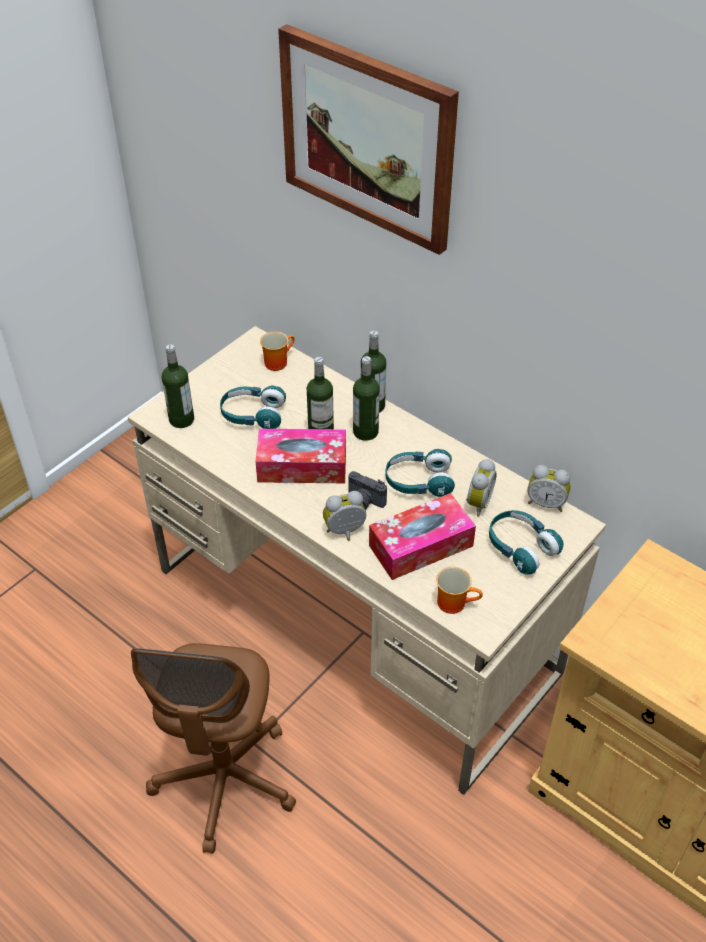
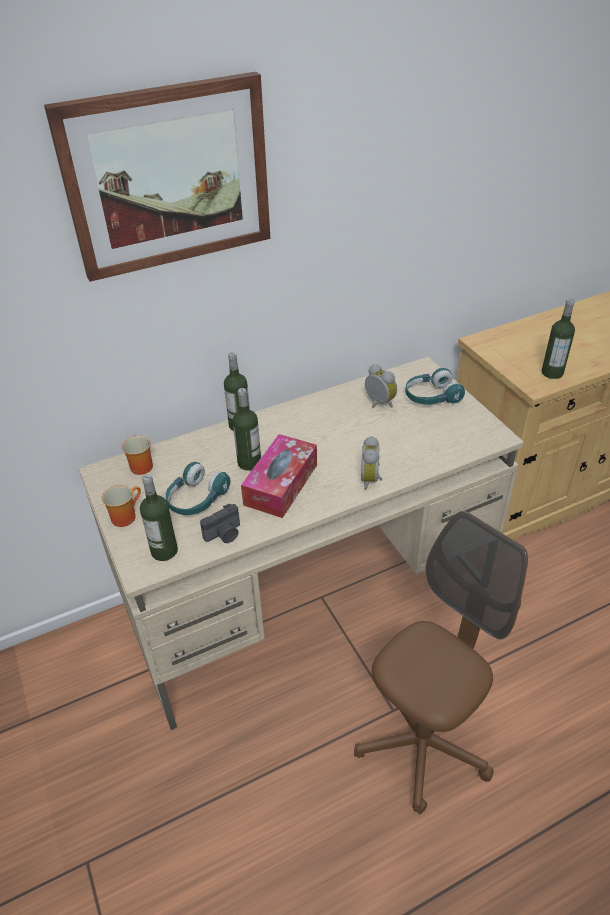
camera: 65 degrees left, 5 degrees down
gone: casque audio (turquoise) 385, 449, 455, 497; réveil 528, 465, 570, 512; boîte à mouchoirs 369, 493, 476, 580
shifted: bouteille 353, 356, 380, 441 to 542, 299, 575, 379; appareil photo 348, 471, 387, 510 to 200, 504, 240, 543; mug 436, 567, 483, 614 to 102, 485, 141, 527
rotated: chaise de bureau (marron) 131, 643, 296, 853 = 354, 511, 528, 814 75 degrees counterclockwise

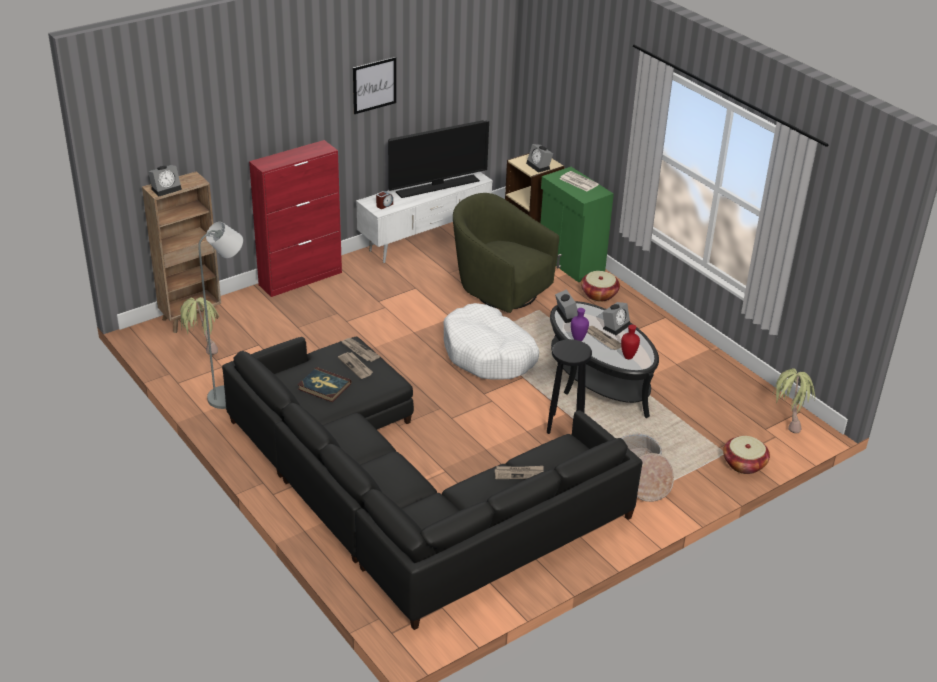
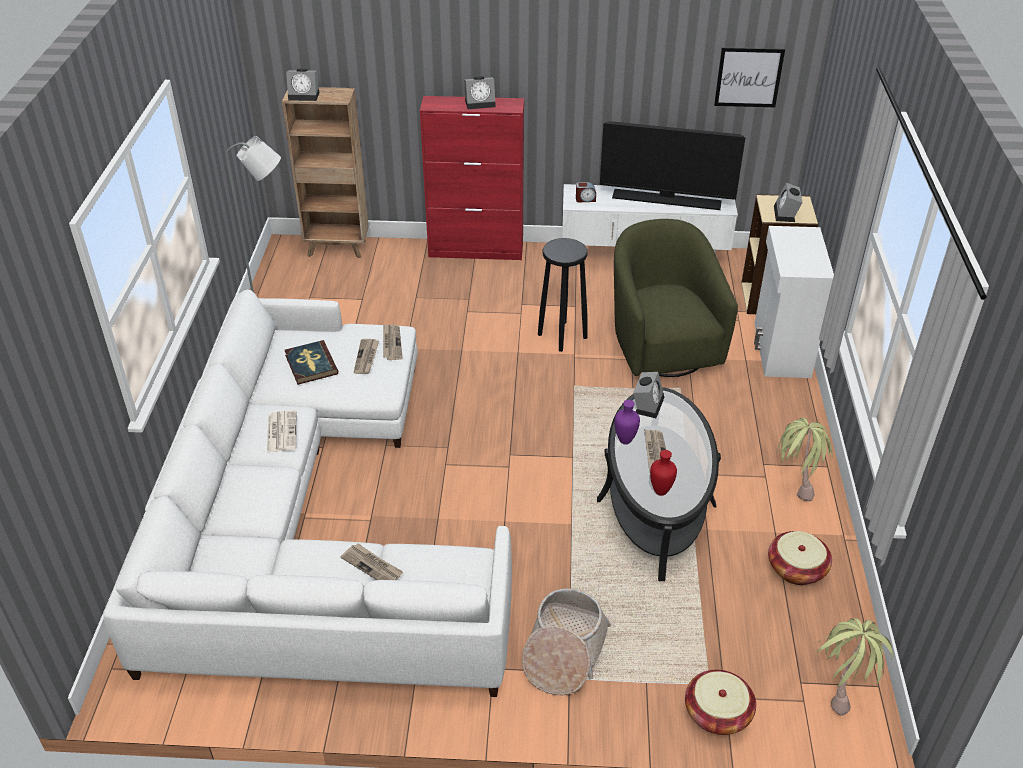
camera: 40 degrees right, 5 degrees up
gone: panier pour chien (blanc) 444, 303, 539, 380
shifted: tableau 353, 57, 396, 114 to 714, 47, 785, 107; journal 560, 171, 599, 191 to 267, 410, 297, 452; panier 581, 271, 620, 301 to 768, 531, 832, 585; plante en pot 180, 297, 219, 355 to 776, 418, 833, 501; réveil 602, 302, 630, 335 to 464, 76, 496, 109; tabouret (noir) 547, 339, 592, 434 to 538, 238, 588, 352
repainted: meuble de rangement (vert) 541, 167, 614, 282 to meuble de rangement (blanc) 754, 226, 834, 378; canapé (noir) 222, 337, 643, 630 to canapé (blanc) 103, 290, 512, 697

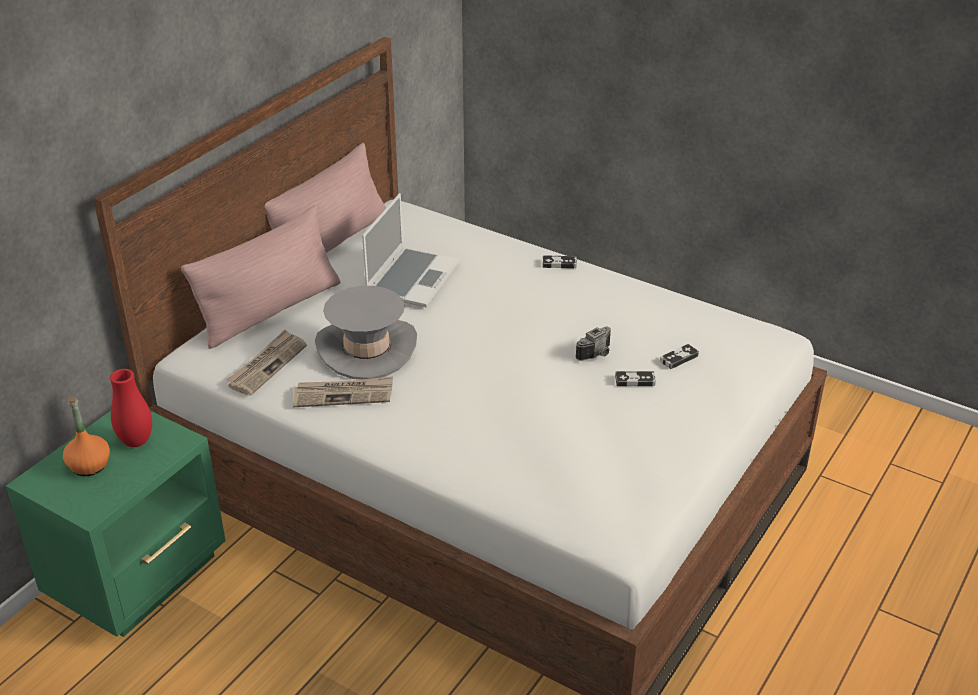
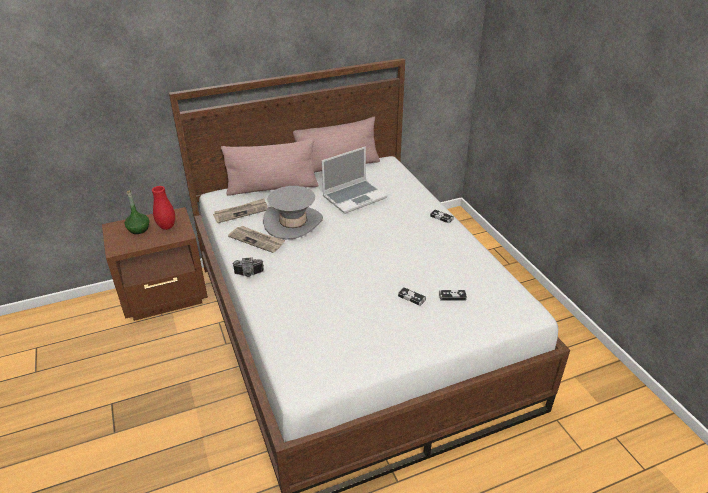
camera: 35 degrees right, 0 degrees up
shifted: appareil photo 576, 327, 611, 361 to 232, 257, 264, 277
repainted: bouteille (orange) 63, 397, 110, 476 to bouteille (vert) 125, 190, 149, 234; table de chevet (vert) 6, 411, 226, 637 to table de chevet (marron) 102, 207, 208, 321

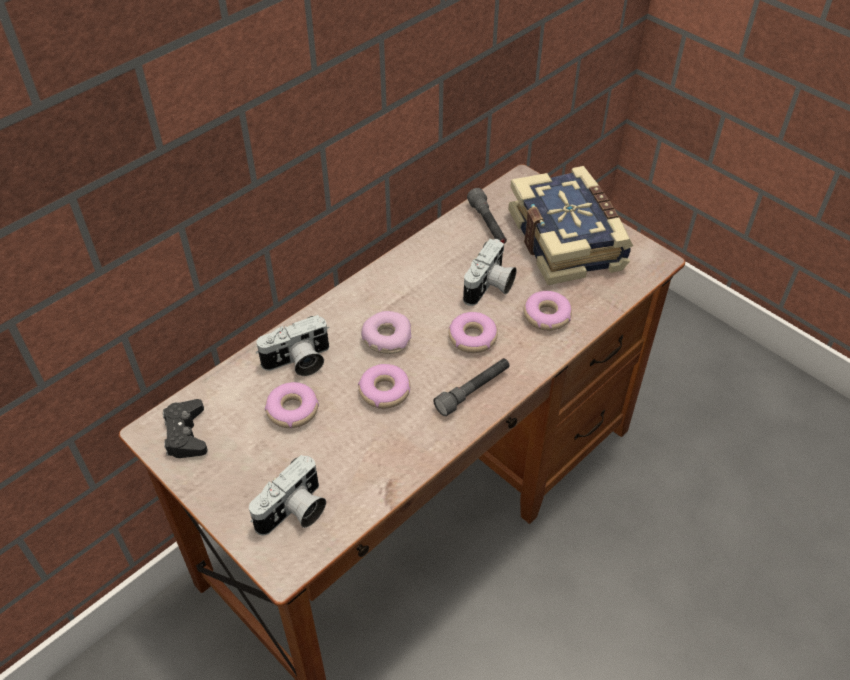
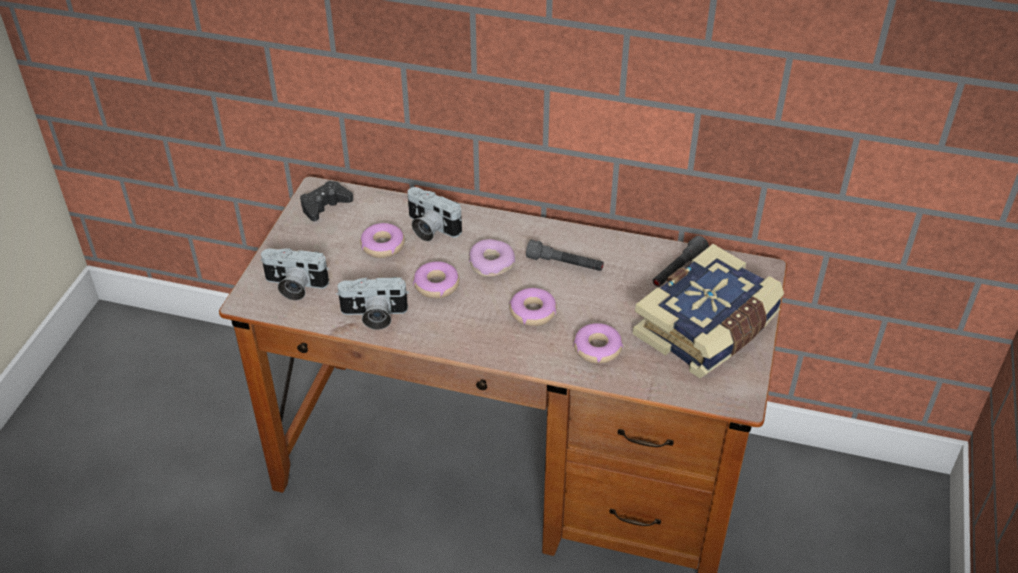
camera: 60 degrees right, 5 degrees down
shifted: appareil photo 463, 239, 516, 306 to 336, 277, 409, 330; lampe de poche (gris) 433, 358, 510, 416 to 526, 240, 604, 271

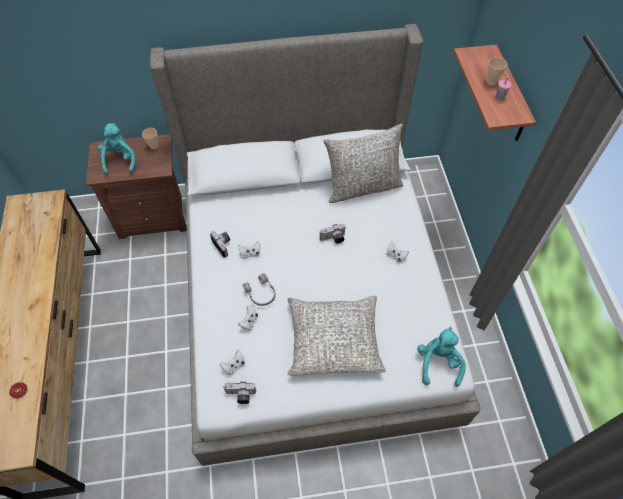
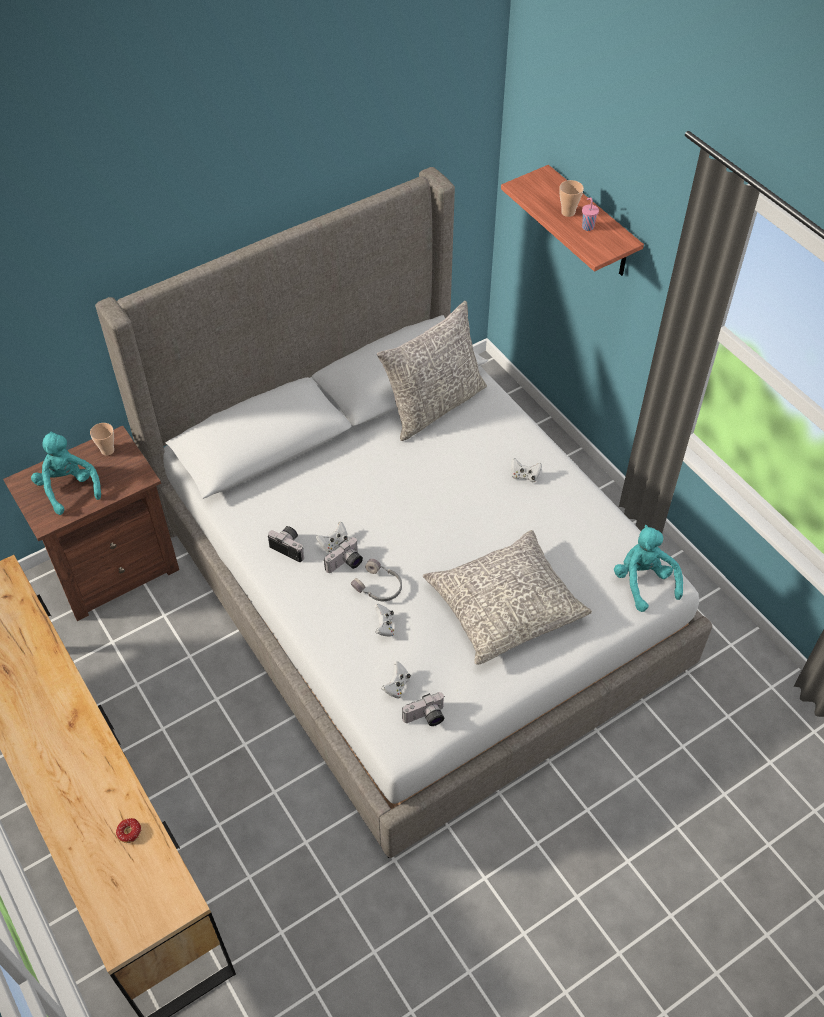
camera: 25 degrees left, 5 degrees down
shifted: appareil photo 320, 224, 346, 244 to 324, 537, 363, 573

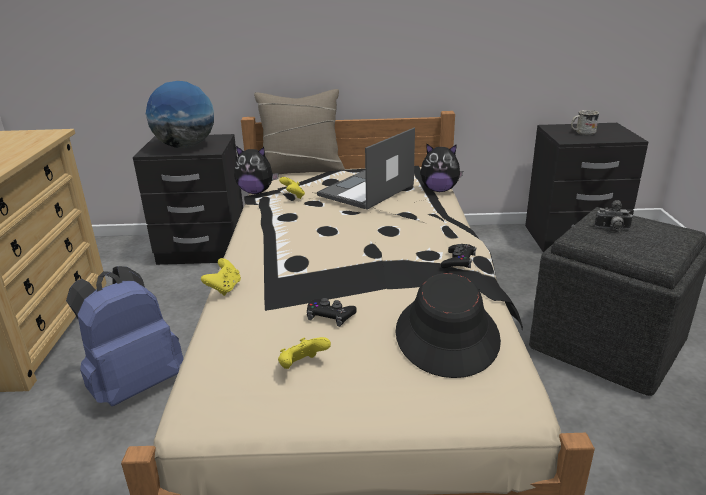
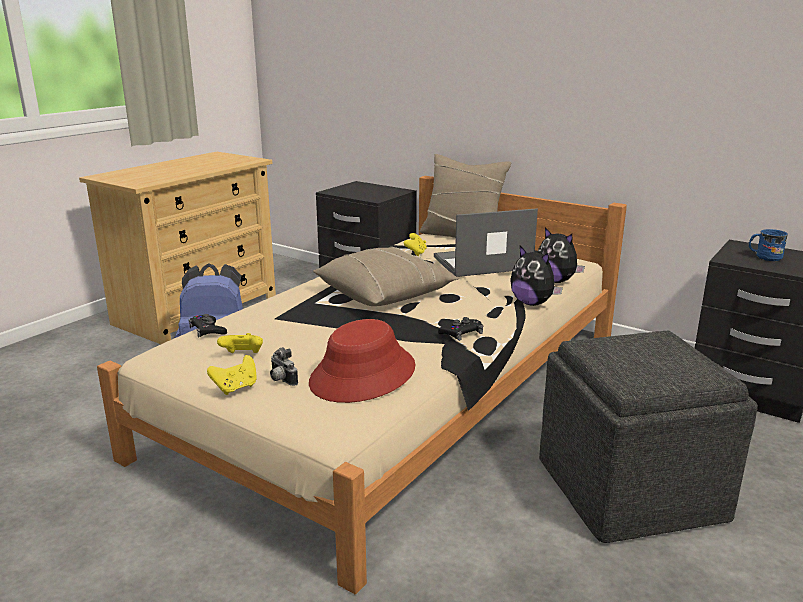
camera: 35 degrees right, 5 degrees down
gone: globe 146, 81, 214, 148
new: coussin (beige) 313, 247, 459, 306
shifted: peluche 234, 146, 279, 194 to 510, 246, 563, 306; appareil photo 595, 200, 633, 230 to 270, 347, 298, 386; manette (jaune) 201, 258, 241, 296 to 207, 355, 257, 395; manette (noir) 307, 298, 356, 327 to 188, 314, 227, 338
repainted: mug (blanc) 571, 110, 599, 135 to mug (bleu) 749, 229, 788, 261; chapeau (noir) 396, 273, 501, 378 to chapeau (rouge) 309, 319, 415, 403

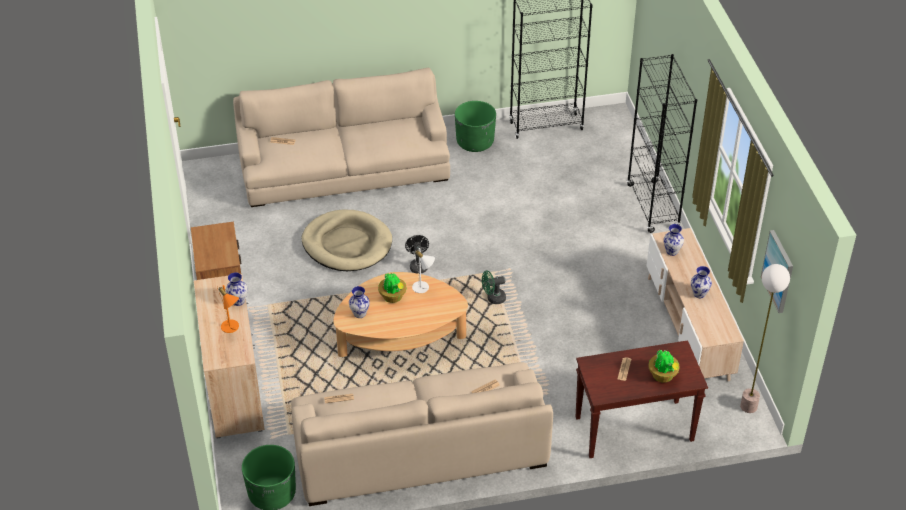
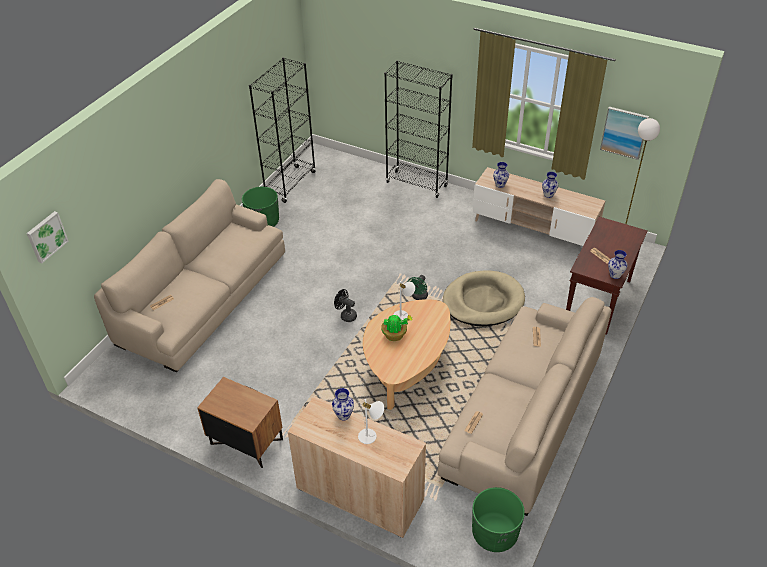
camera: 50 degrees left, 0 degrees up
gone: plante en pot 648, 349, 680, 383
new: tableau 27, 211, 68, 263
shifted: panier pour chien (beige) 302, 209, 392, 271 to 443, 270, 525, 326; vase 349, 286, 370, 318 to 608, 250, 628, 279
repainted: lampe de table (orange) 217, 285, 239, 333 to lampe de table (blanc) 358, 399, 384, 444

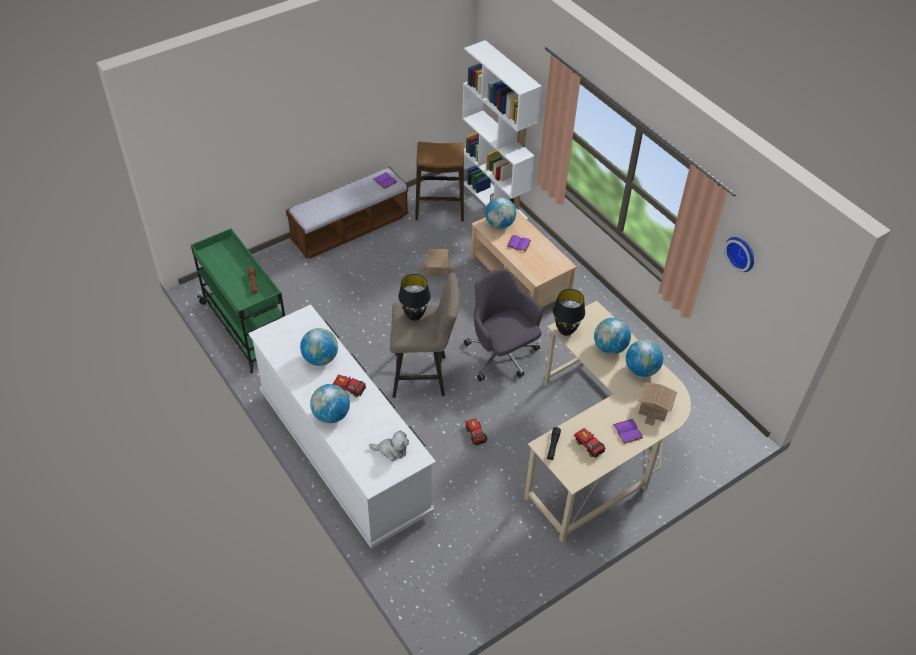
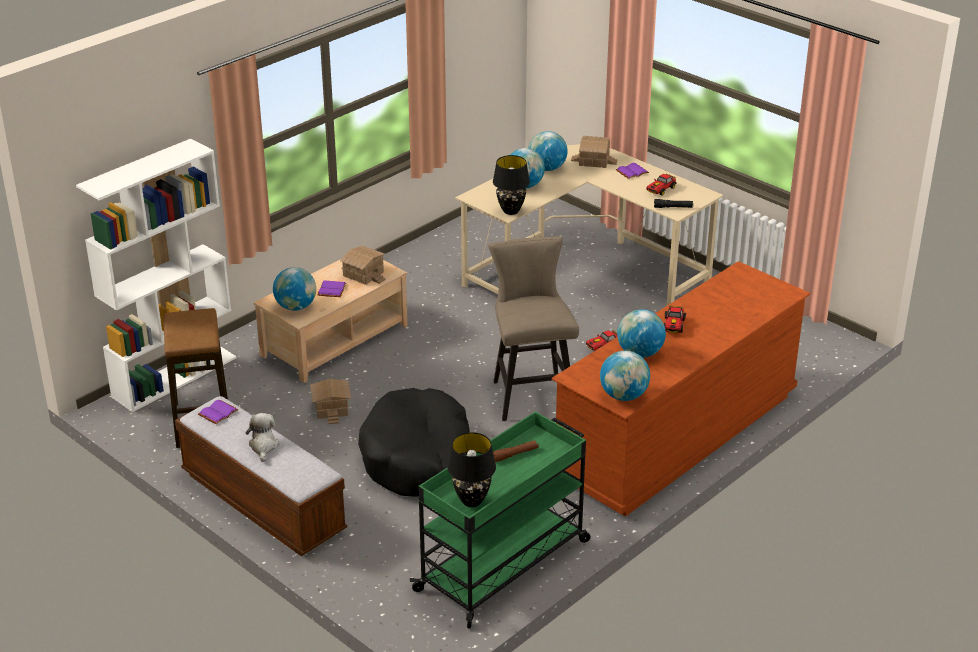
camera: 100 degrees left, 15 degrees down
gone: horloge murale 724, 237, 754, 272; chaise de bureau (gris) 464, 269, 543, 381
new: maison miniature 340, 245, 386, 285; panier pour chien (noir) 358, 388, 470, 497
shifted: lampe de table (noir) 398, 274, 431, 321 to 448, 432, 496, 507; globe 310, 384, 350, 423 to 600, 351, 650, 401; peluche 369, 431, 409, 461 to 245, 413, 279, 462
repainted: commode (blanc) 248, 304, 436, 549 to commode (marron) 552, 261, 810, 516

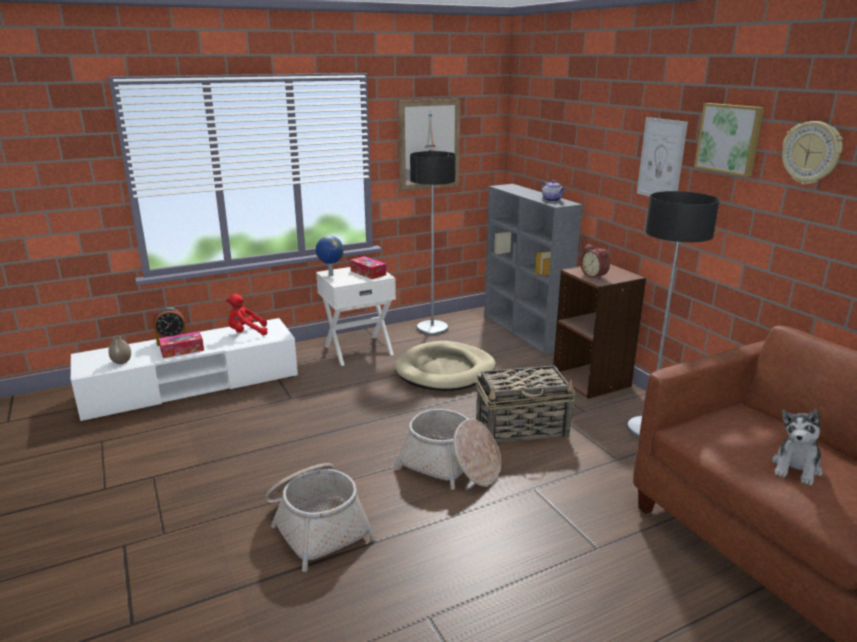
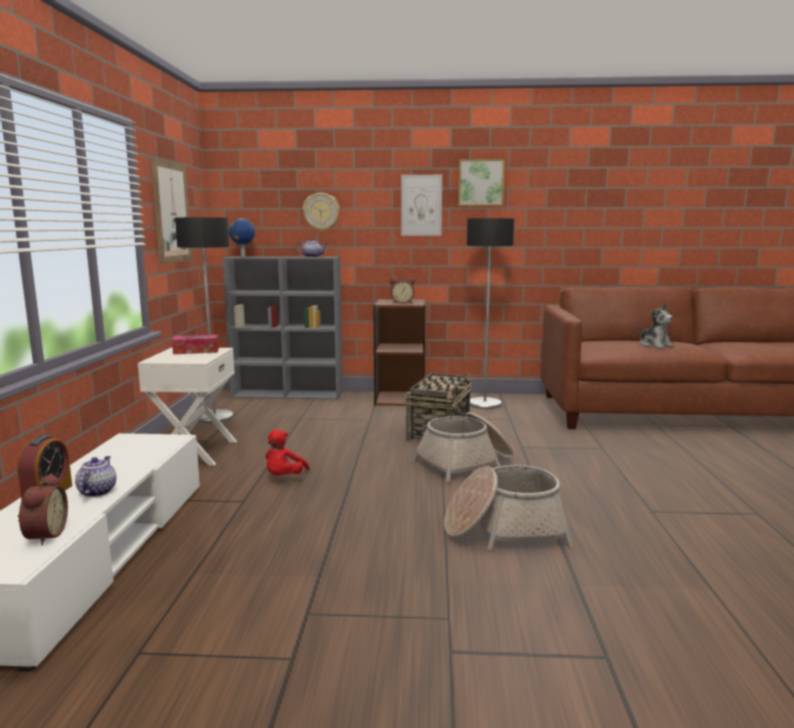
camera: 60 degrees left, 10 degrees down
gone: panier pour chien (beige) 394, 341, 496, 391
shifted: horloge murale 782, 121, 843, 185 to 303, 193, 340, 231; globe 316, 236, 344, 276 to 229, 218, 255, 257; peluche (rouge) 226, 294, 267, 335 to 265, 430, 310, 475
swapped: boîte à mouchoirs 159, 331, 204, 358 to théière 75, 456, 116, 497; vase 108, 336, 131, 364 to réveil 18, 473, 68, 546

